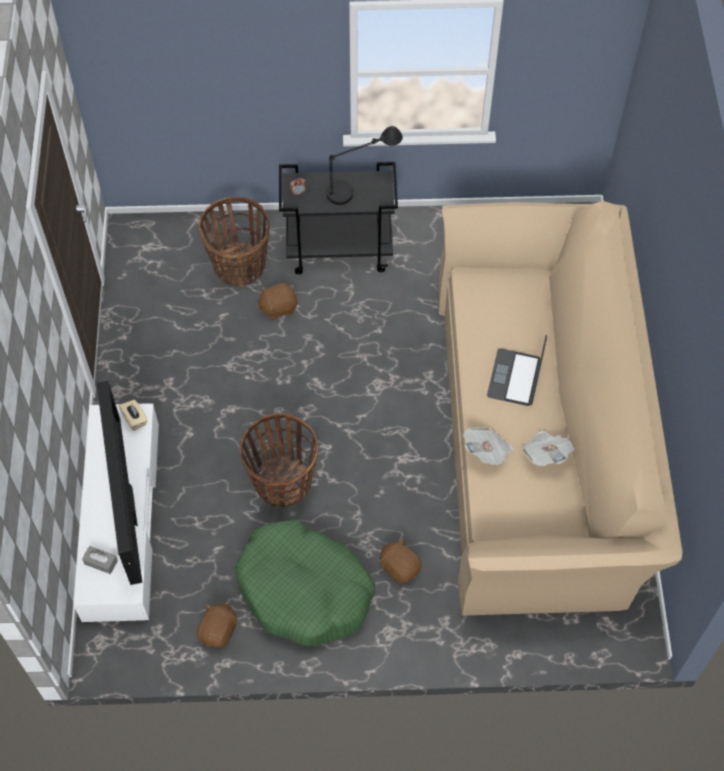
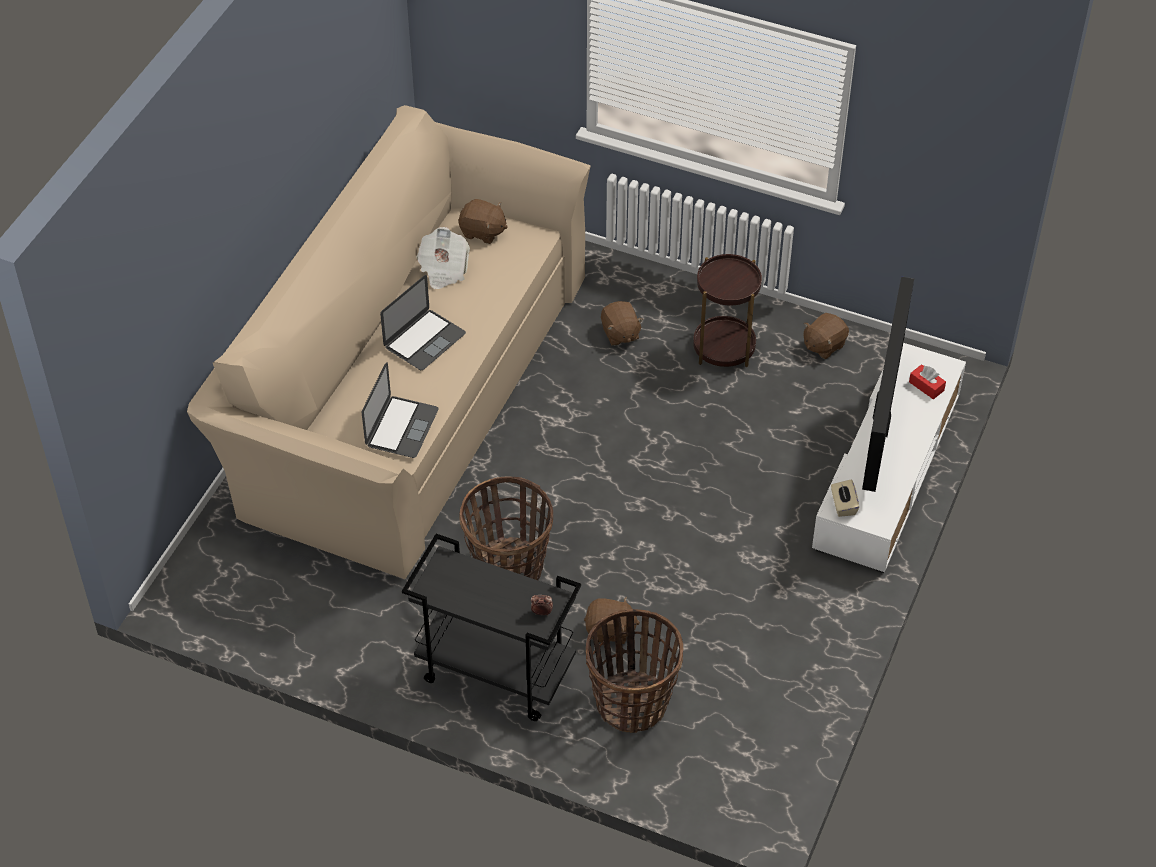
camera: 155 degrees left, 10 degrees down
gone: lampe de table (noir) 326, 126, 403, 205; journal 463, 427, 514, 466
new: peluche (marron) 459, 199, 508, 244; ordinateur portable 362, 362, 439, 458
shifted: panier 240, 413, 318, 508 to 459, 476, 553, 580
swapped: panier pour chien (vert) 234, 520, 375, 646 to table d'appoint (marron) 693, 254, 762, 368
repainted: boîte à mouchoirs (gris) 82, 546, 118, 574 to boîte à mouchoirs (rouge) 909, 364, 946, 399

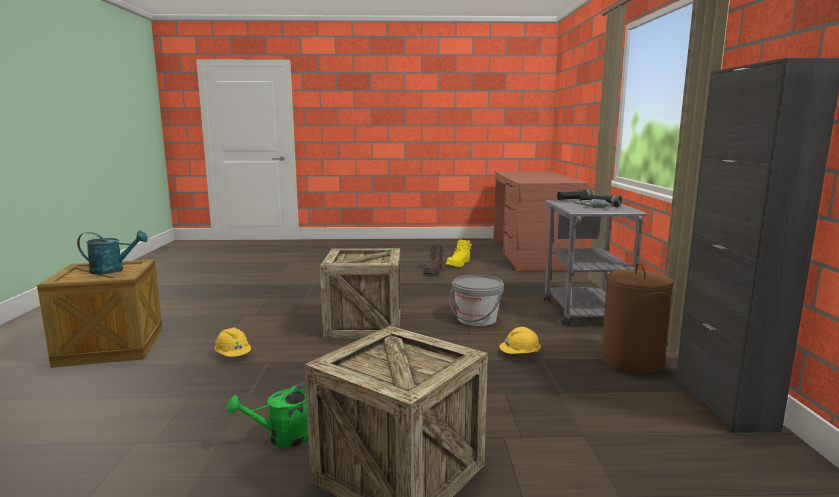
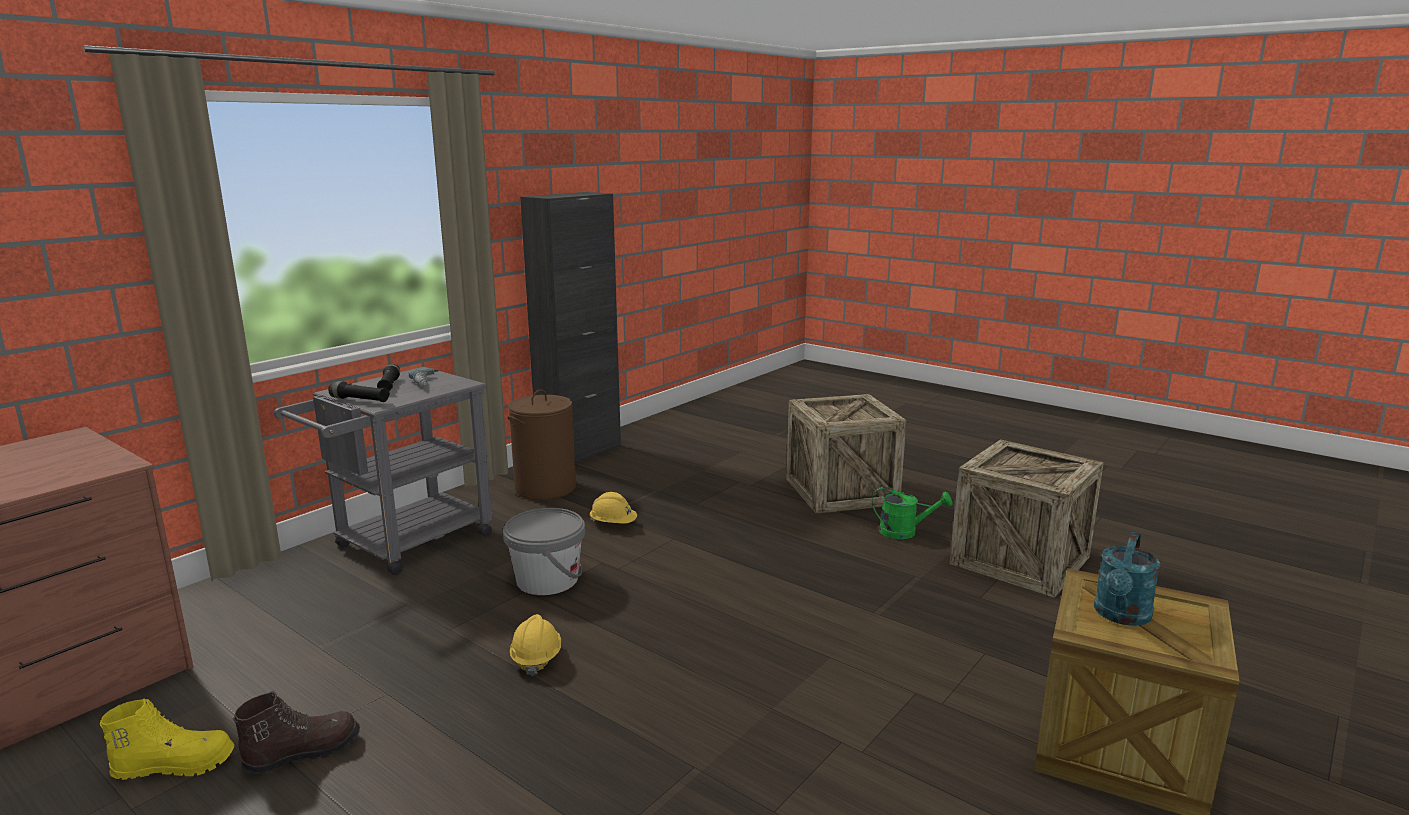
camera: 140 degrees left, 5 degrees up
shifted: caisse 320, 248, 401, 339 to 950, 439, 1104, 598; casque de chantier (jaune) 215, 327, 251, 357 to 510, 614, 561, 676
rotated: arrosoir (turquoise) 77, 230, 148, 274 = 1094, 532, 1160, 626 90 degrees counterclockwise

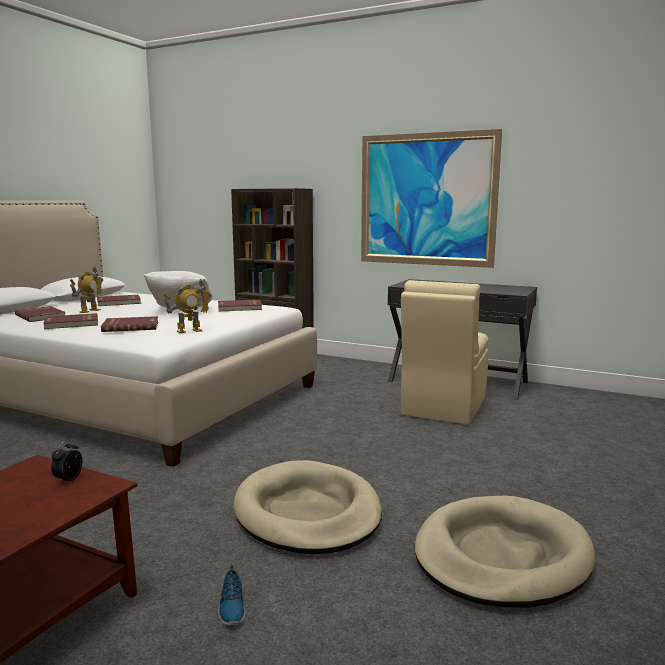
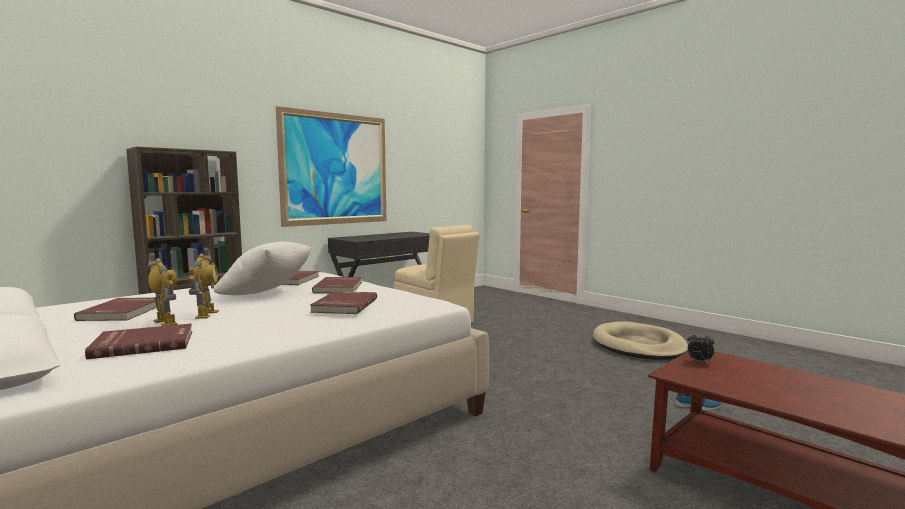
camera: 70 degrees left, 5 degrees down
gone: panier pour chien (beige) 234, 460, 382, 554
shifted: robot jouet 163, 279, 212, 333 to 188, 247, 219, 319; livre (rouge) 43, 313, 98, 329 to 312, 277, 362, 293

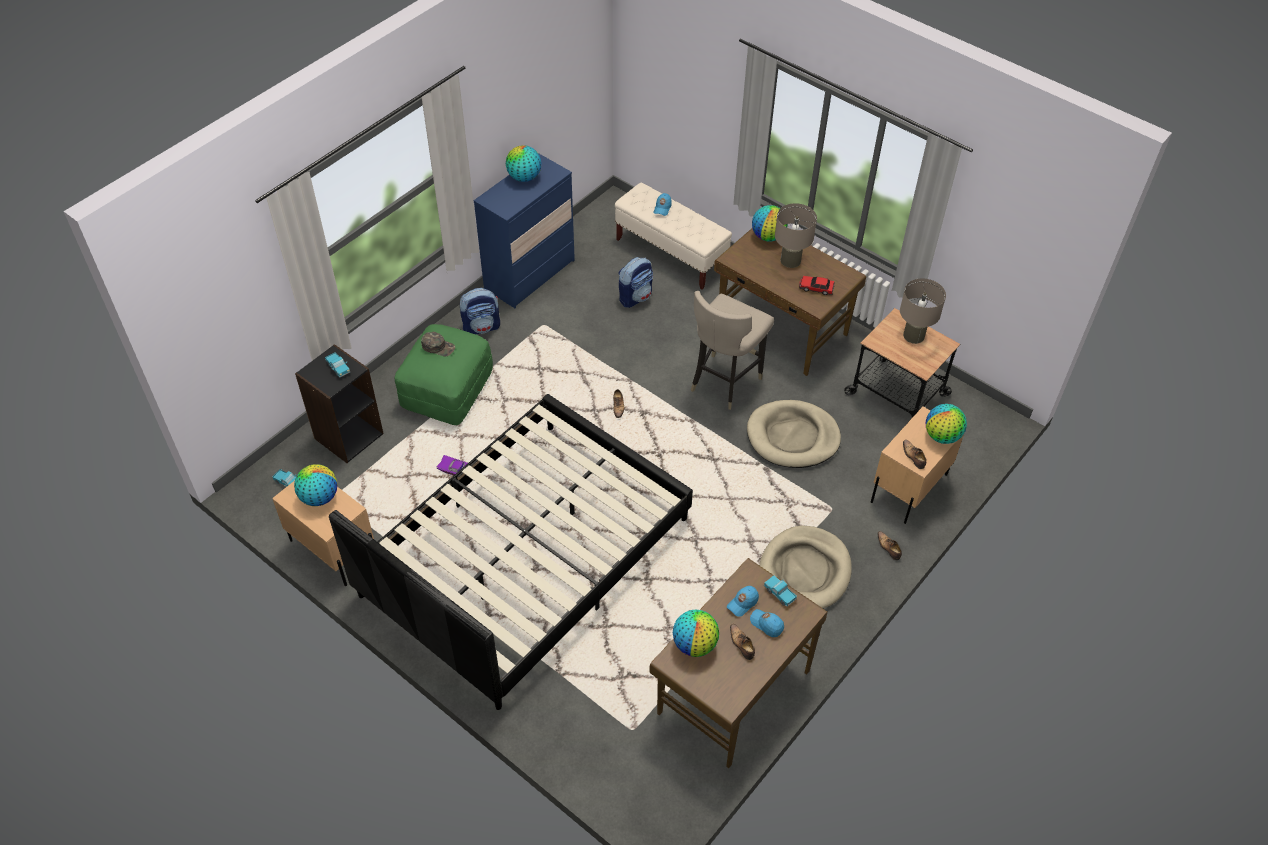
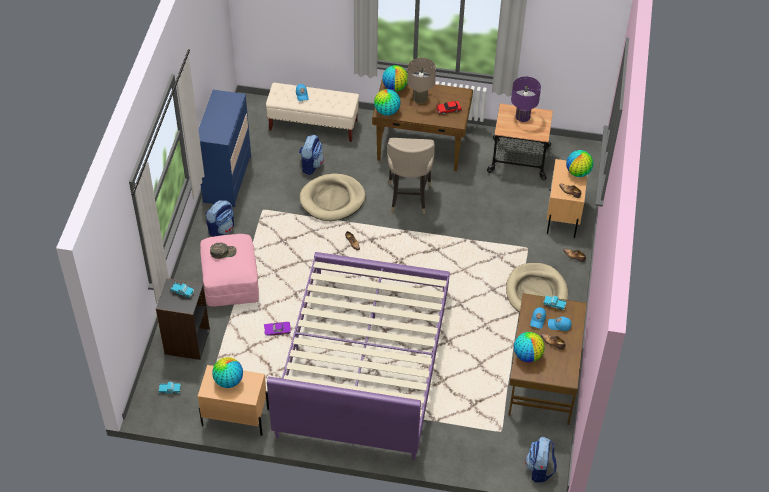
camera: 30 degrees left, 0 degrees up
new: sac à dos 525, 437, 556, 482
shifted: globe 506, 145, 542, 182 to 374, 89, 401, 116; panier pour chien (beige) 747, 400, 841, 468 to 300, 174, 365, 221
repainted: lampe de table (beige) 900, 278, 946, 344 to lampe de table (violet) 511, 77, 541, 122; pouf (vert) 395, 324, 493, 425 to pouf (rose) 200, 234, 259, 307; lit (noir) 329, 394, 693, 710 to lit (violet) 267, 252, 450, 460

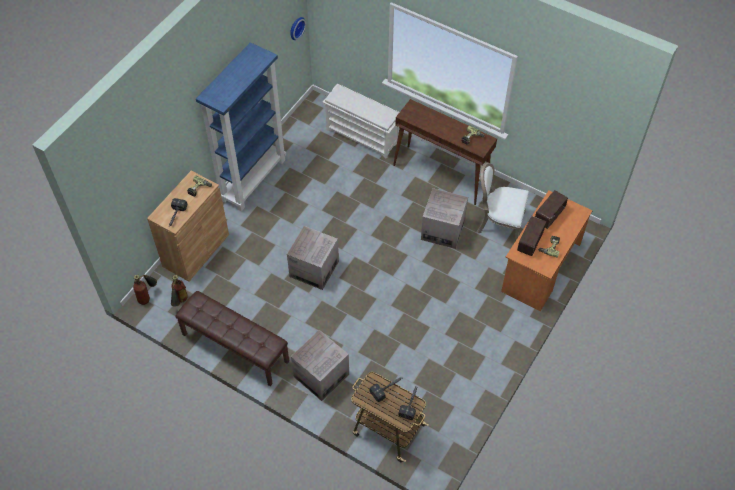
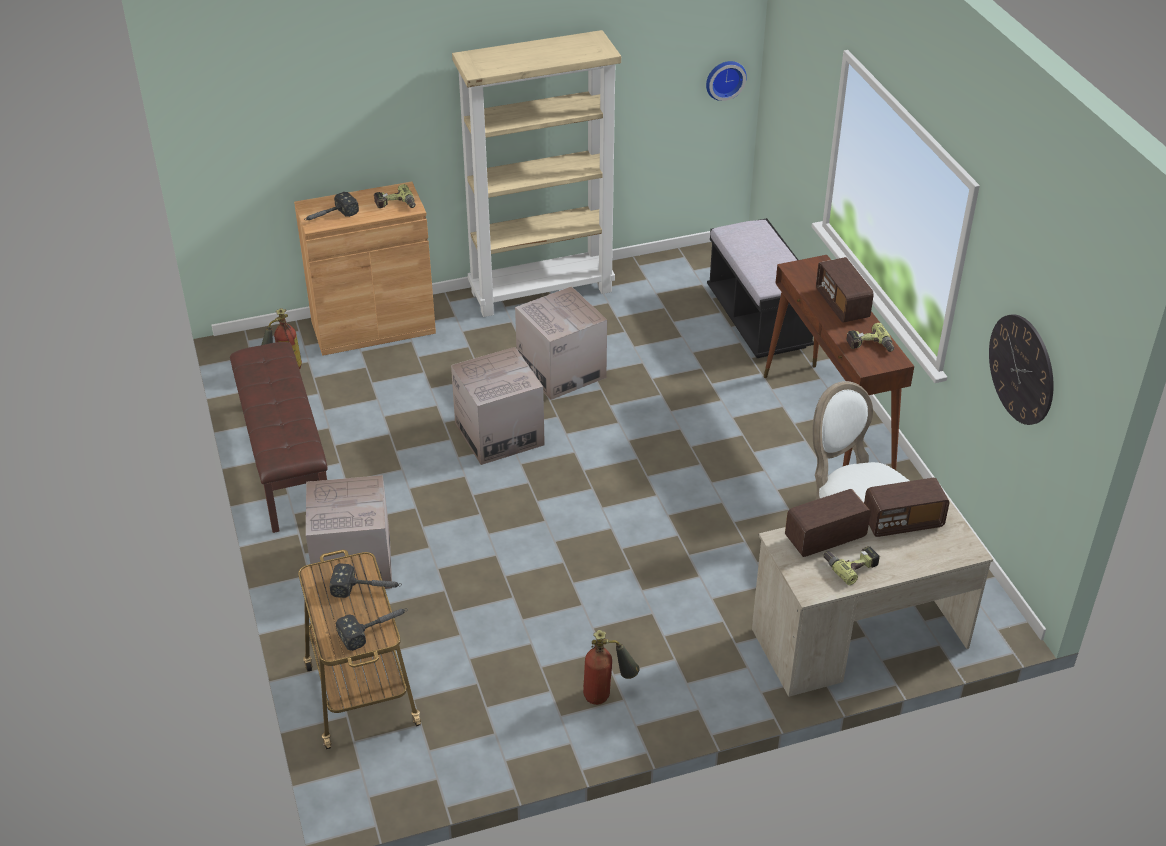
camera: 40 degrees right, 15 degrees down
new: radio 816, 257, 874, 323; horloge murale 989, 314, 1054, 425
shifted: carton 421, 188, 468, 249 to 515, 286, 607, 400; extincteur 133, 275, 157, 305 to 583, 630, 640, 705
swapped: étagère à chaussures (blanc) 322, 84, 400, 159 to banc (noir) 707, 218, 814, 358
repainted: bibliothèque (bleu) 196, 42, 286, 211 to bibliothèque (beige) 452, 30, 621, 317; bureau (orange) 501, 190, 593, 311 to bureau (beige) 752, 497, 993, 697

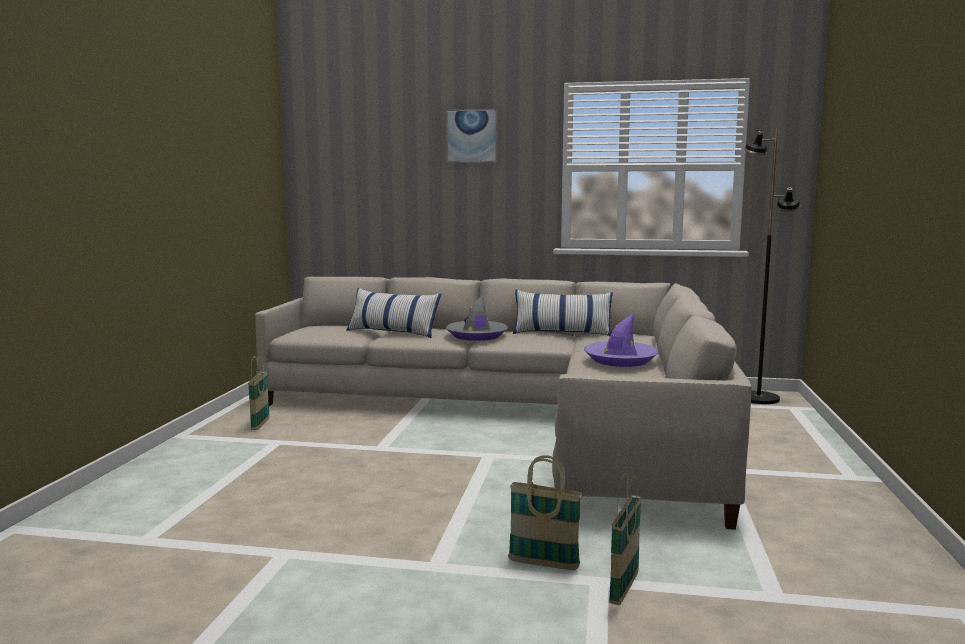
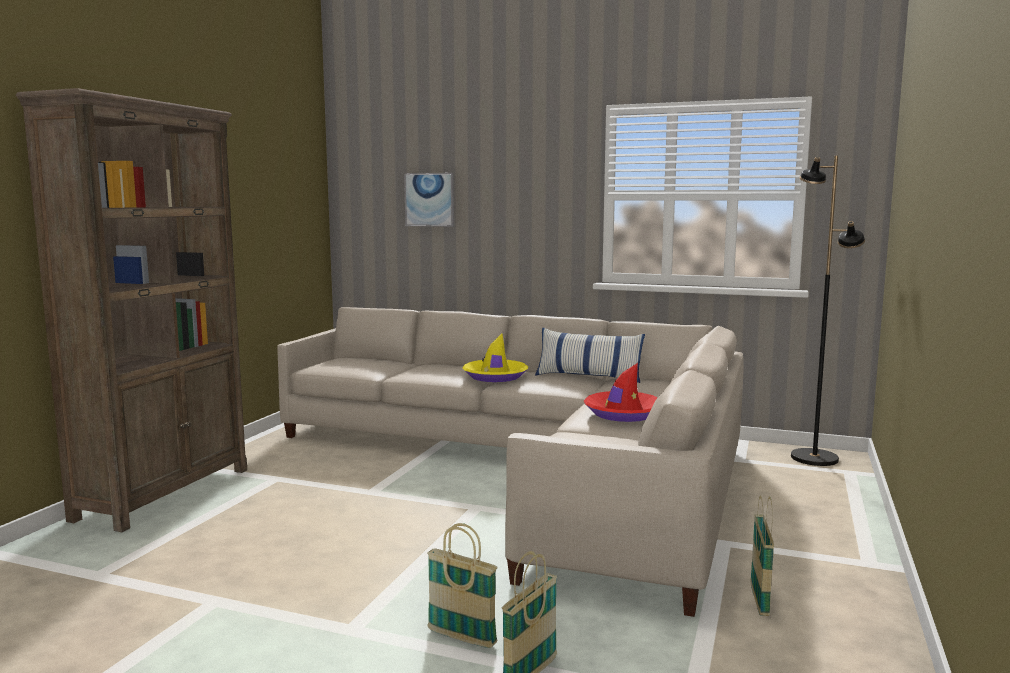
camera: 10 degrees right, 0 degrees up
gone: coussin 346, 288, 441, 338
new: bibliothèque (marron) 16, 88, 247, 532
shifted: tableau 446, 109, 498, 163 to 404, 173, 454, 227; panier 248, 356, 270, 430 to 751, 496, 774, 616
repainted: chapeau (gris) 446, 295, 508, 341 to chapeau (jaune) 462, 334, 528, 382; chapeau (violet) 584, 313, 659, 367 to chapeau (rouge) 584, 363, 658, 422

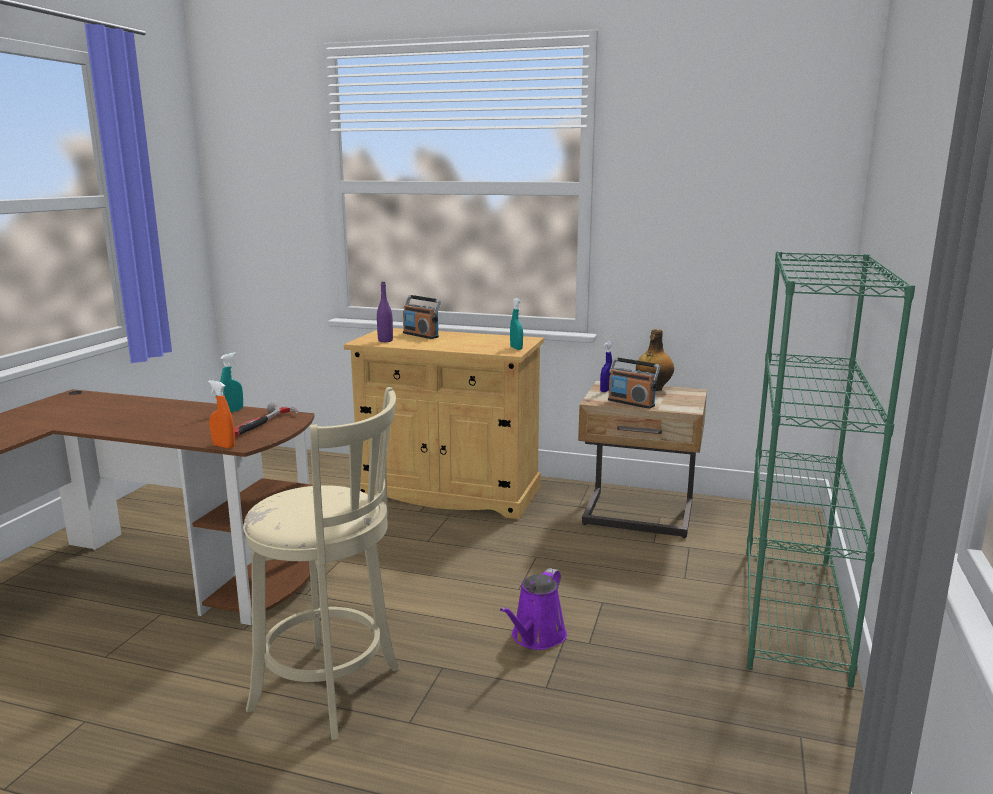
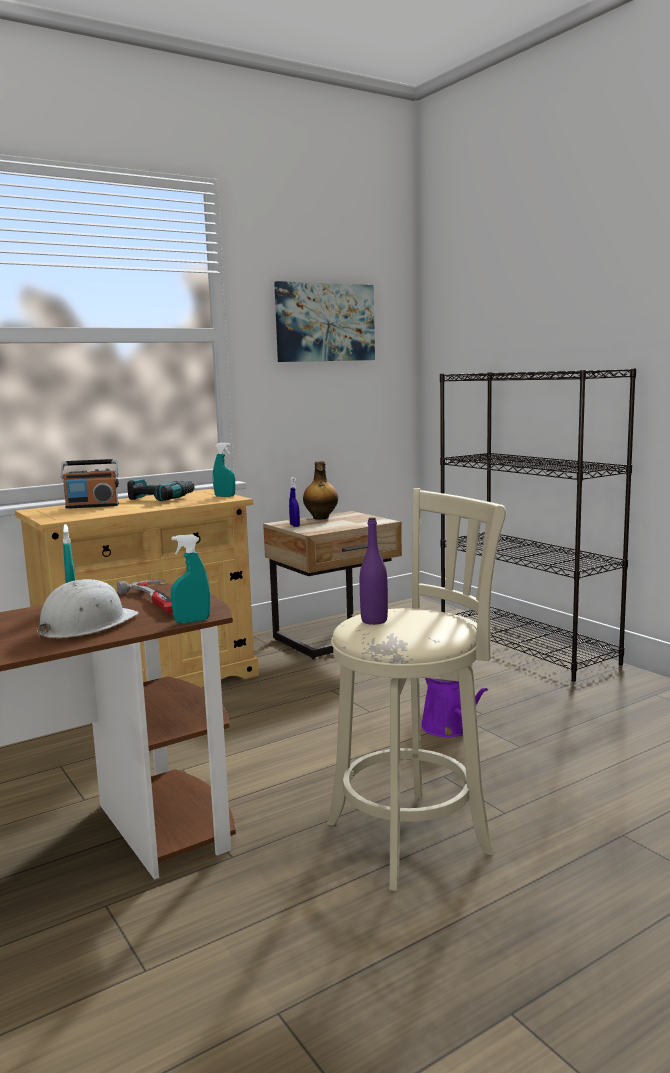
camera: 50 degrees left, 5 degrees down
gone: radio 608, 357, 660, 409
new: tableau 274, 281, 375, 362; perceuse 127, 479, 195, 501; casque de chantier (blanc) 37, 579, 139, 640
shifted: bouteille (violet) 377, 282, 393, 342 to 360, 517, 388, 625
repainted: bibliothèque (vert) 746, 251, 915, 687 to bibliothèque (noir) 440, 368, 636, 682; vaporisateur (orange) 208, 380, 235, 449 to vaporisateur (turquoise) 171, 534, 210, 623

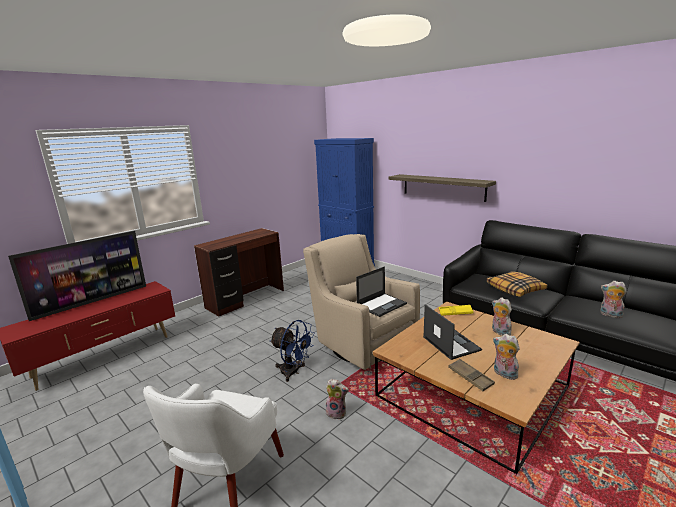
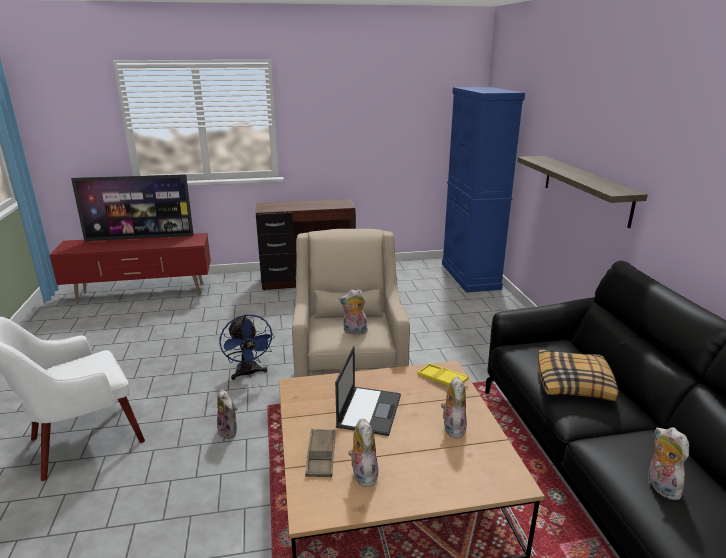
camera: 35 degrees right, 5 degrees up
swapped: ordinateur portable 356, 266, 407, 317 to peluche 339, 289, 367, 335

